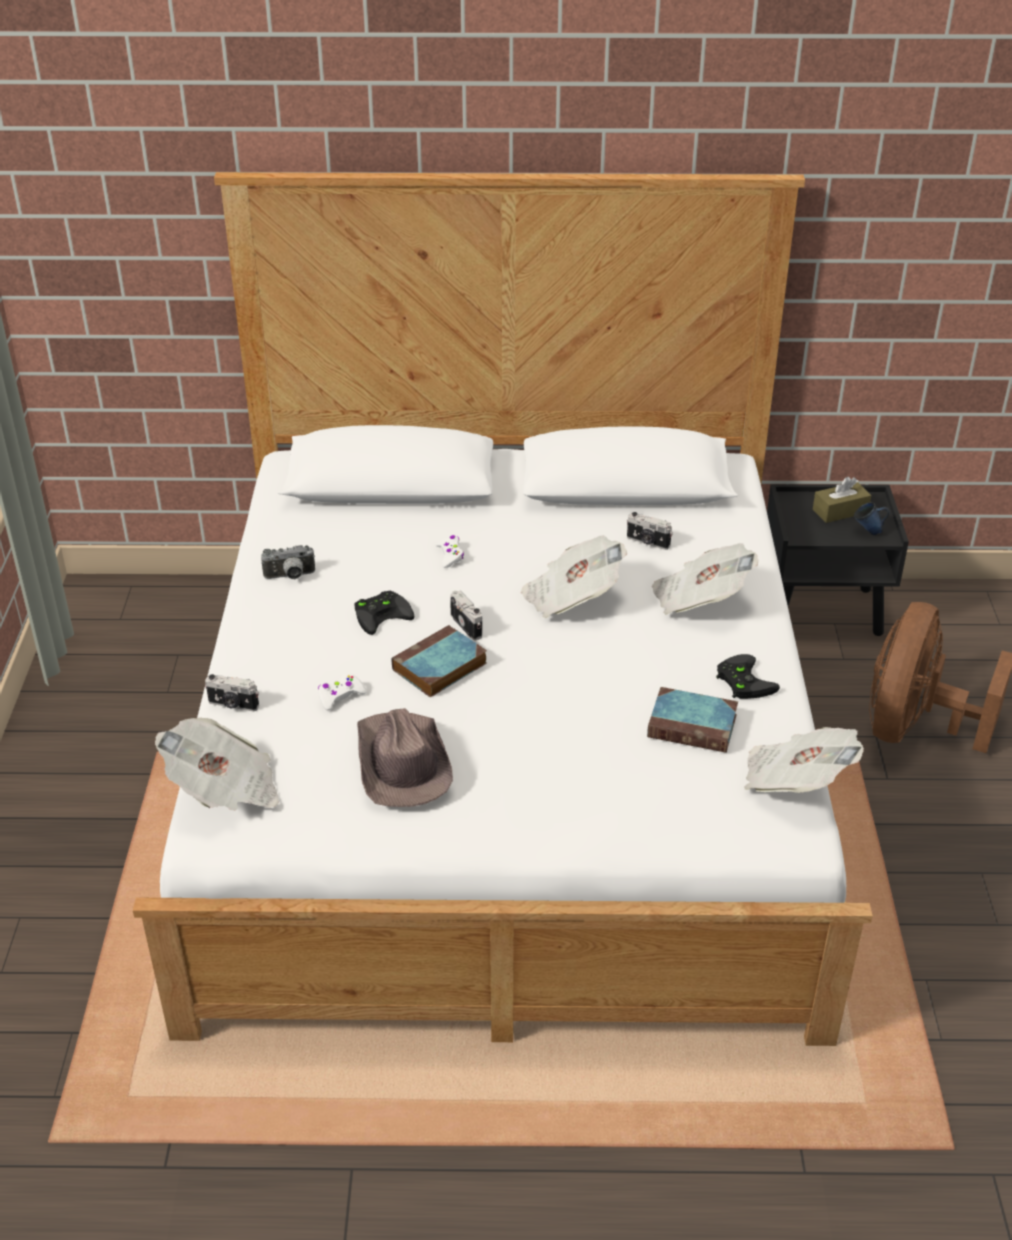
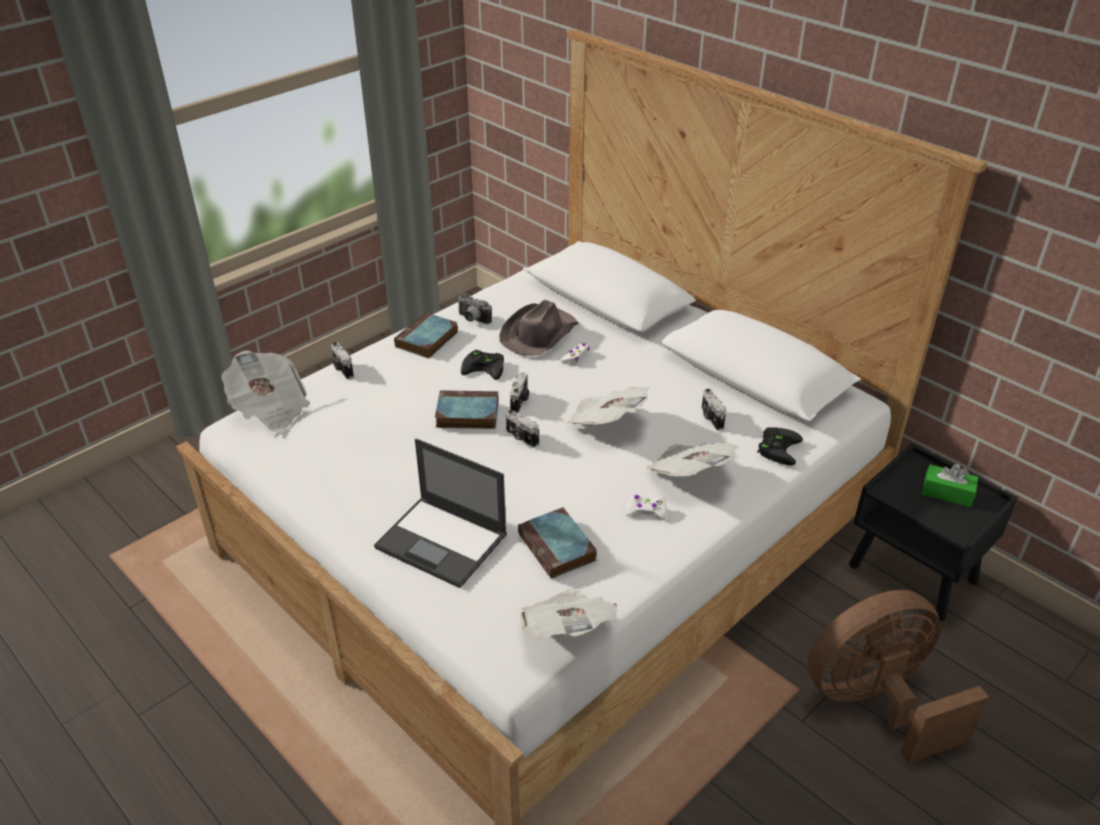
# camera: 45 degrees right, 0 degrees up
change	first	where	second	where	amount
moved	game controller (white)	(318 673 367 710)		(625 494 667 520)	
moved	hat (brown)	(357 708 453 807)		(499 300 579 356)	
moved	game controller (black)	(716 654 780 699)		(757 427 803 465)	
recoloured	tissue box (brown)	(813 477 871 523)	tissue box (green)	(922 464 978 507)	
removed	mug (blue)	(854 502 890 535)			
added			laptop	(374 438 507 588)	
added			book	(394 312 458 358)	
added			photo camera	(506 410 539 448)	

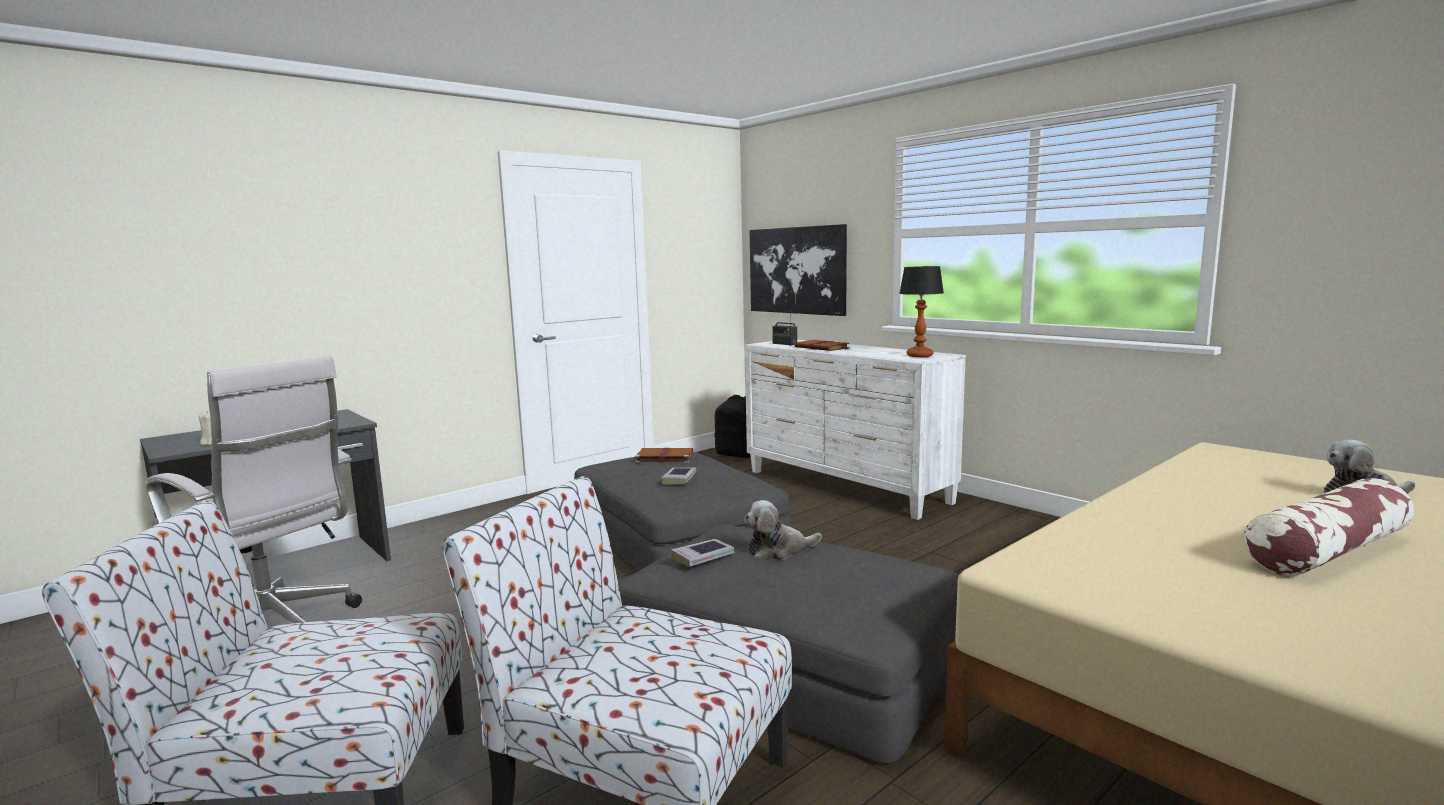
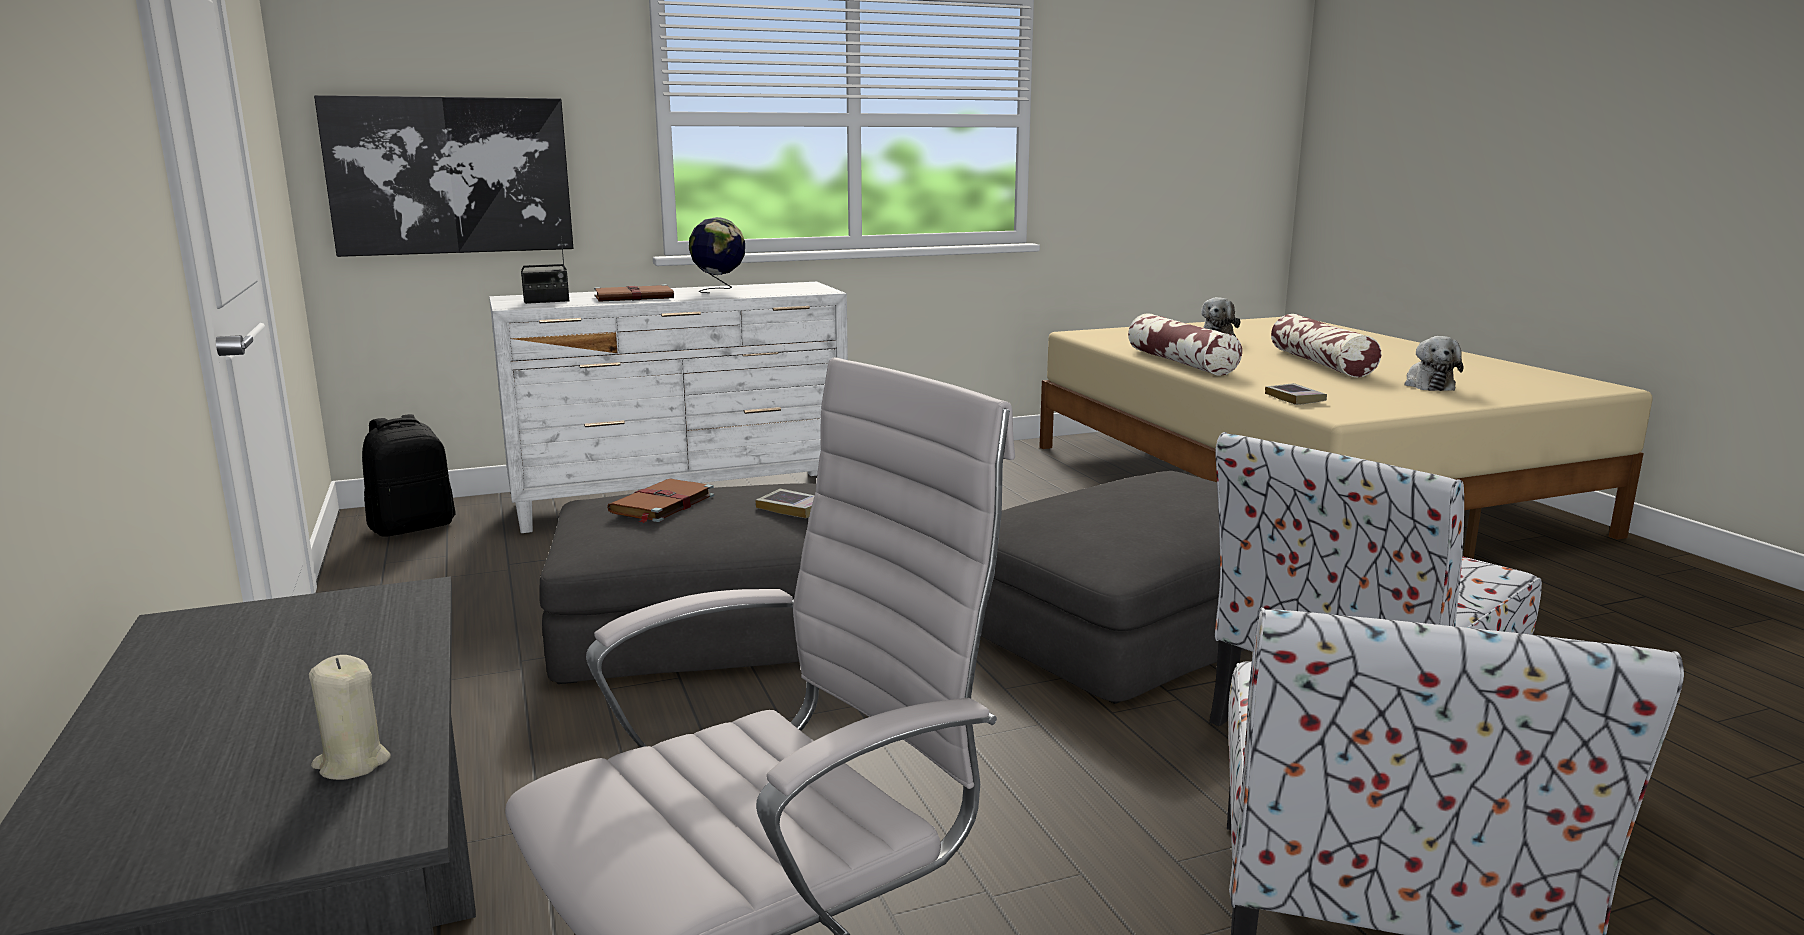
# camera: 70 degrees left, 5 degrees up
change	first	where	second	where	amount
moved	book	(671 539 734 567)		(1265 383 1327 405)	
moved	plush toy	(744 500 822 560)		(1404 336 1463 391)	
removed	table lamp	(899 266 944 357)			
added			globe	(689 217 745 293)	
added			pillow	(1128 313 1242 376)	

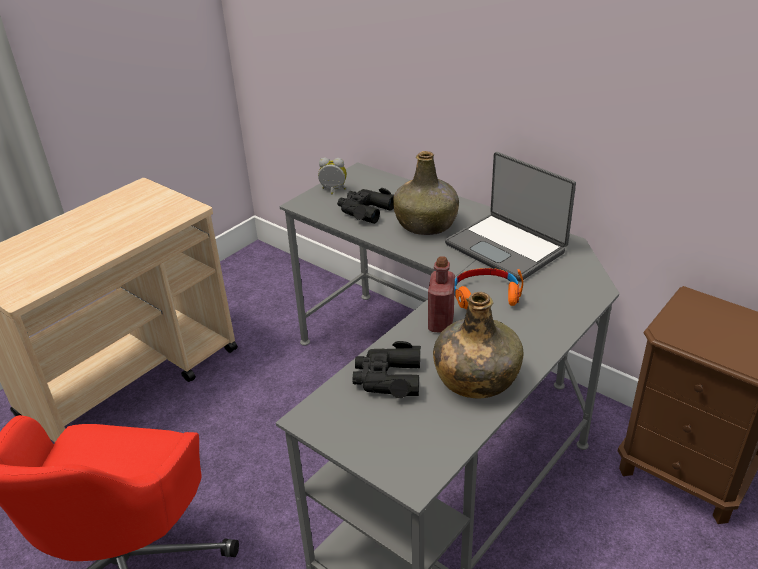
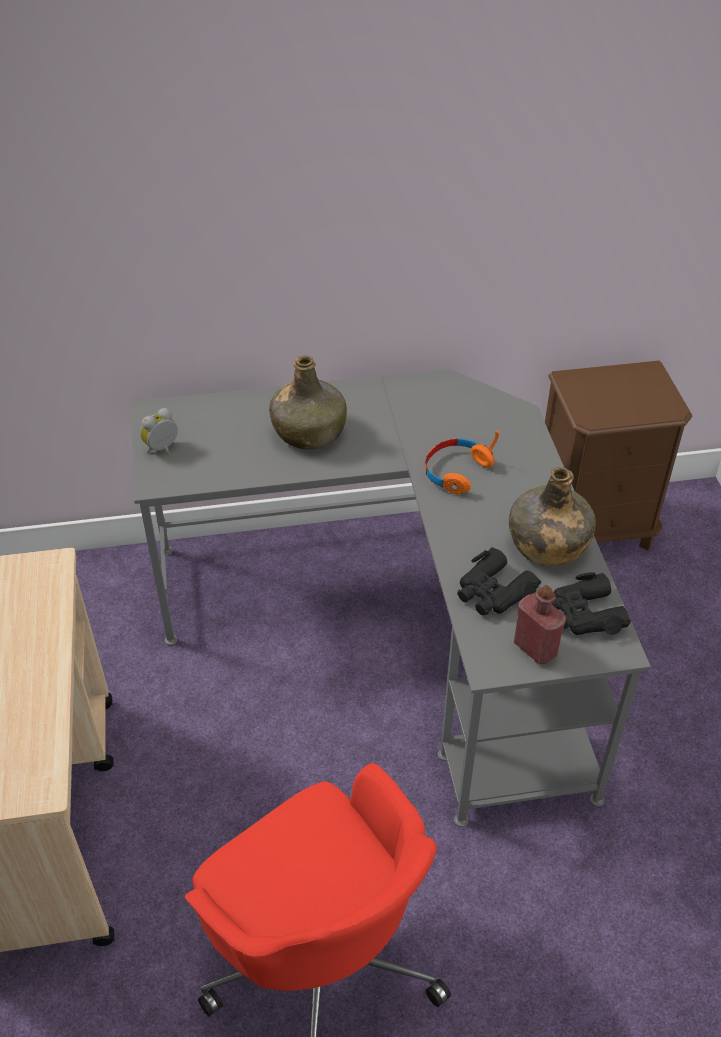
# camera: 50 degrees left, 10 degrees up
change	first	where	second	where	amount
moved	binoculars (black)	(337 188 394 224)		(552 572 631 635)	
moved	bottle (red)	(428 256 455 333)		(514 585 566 664)	
removed	laptop	(445 152 576 282)			

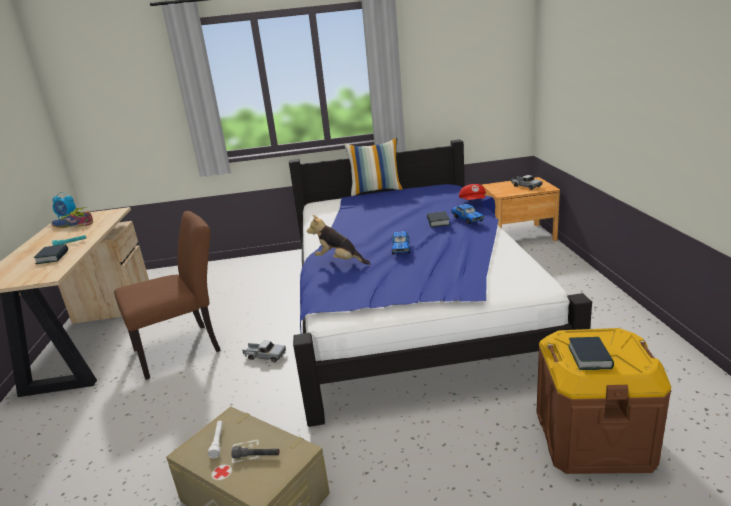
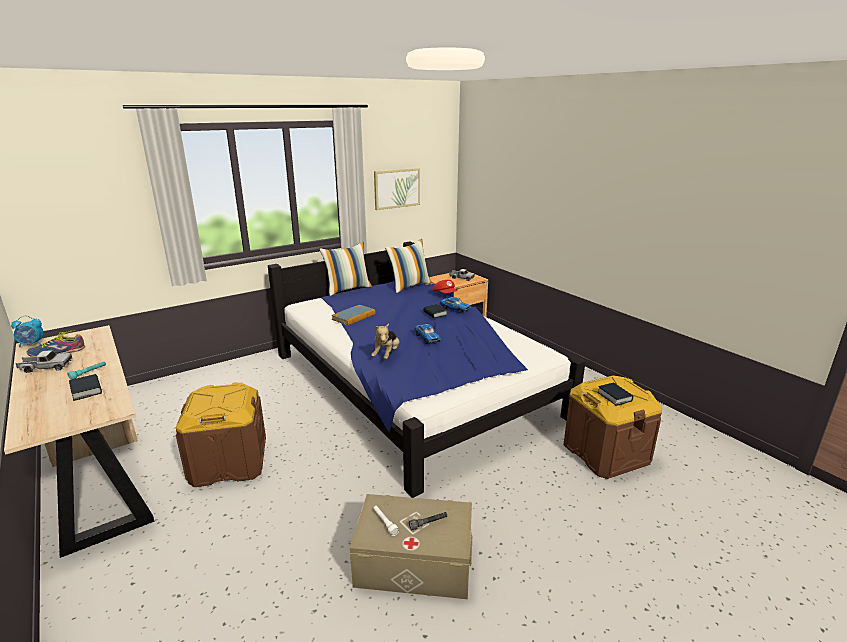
# camera: 30 degrees left, 0 degrees up
change	first	where	second	where	amount
replaced	chair (brown)	(114 211 221 380)	storage box (brown)	(176 382 266 487)	
moved	toy truck	(242 341 286 362)		(15 350 72 373)	
turned	plush toy	(307 215 370 265)		(371 323 400 359)	75 degrees counterclockwise
added			book	(332 305 376 326)	
added			picture	(374 168 420 210)	
added			pillow	(385 239 432 293)	

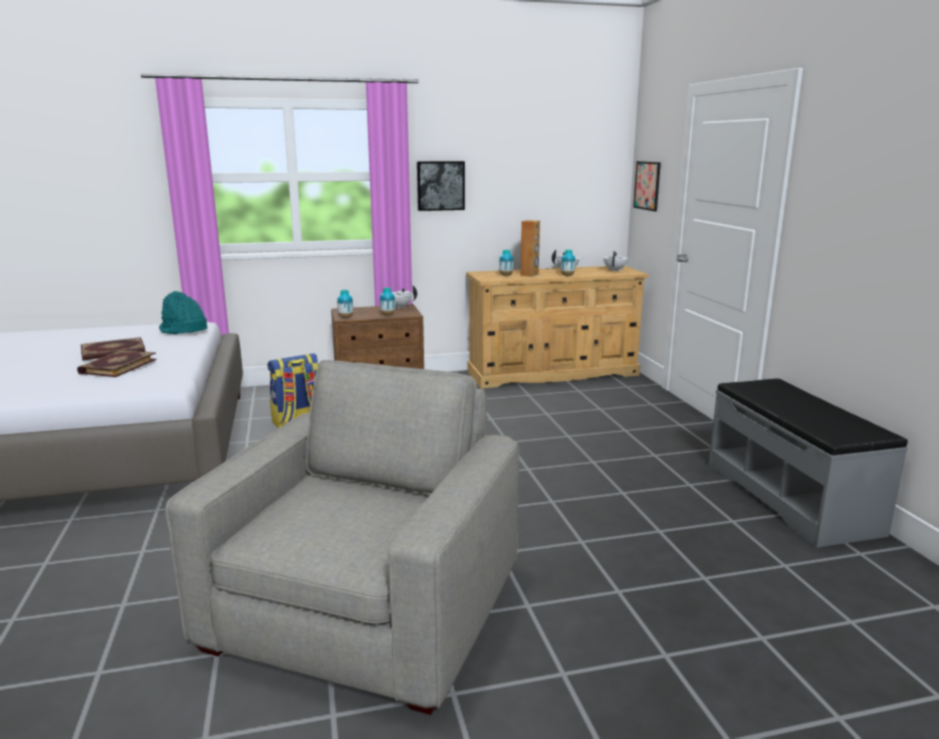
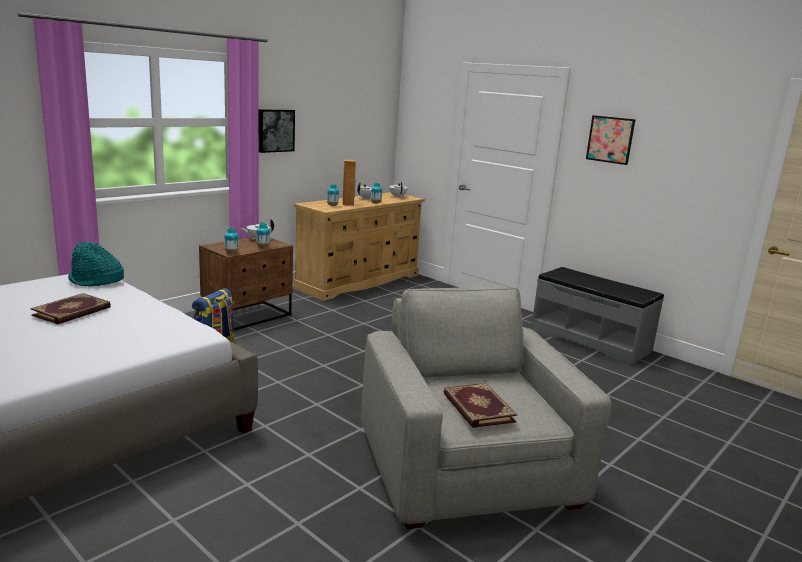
# camera: 35 degrees left, 0 degrees up
change	first	where	second	where	amount
moved	book	(77 350 157 377)		(443 383 518 428)	
moved	picture	(633 161 661 211)		(586 115 636 165)	

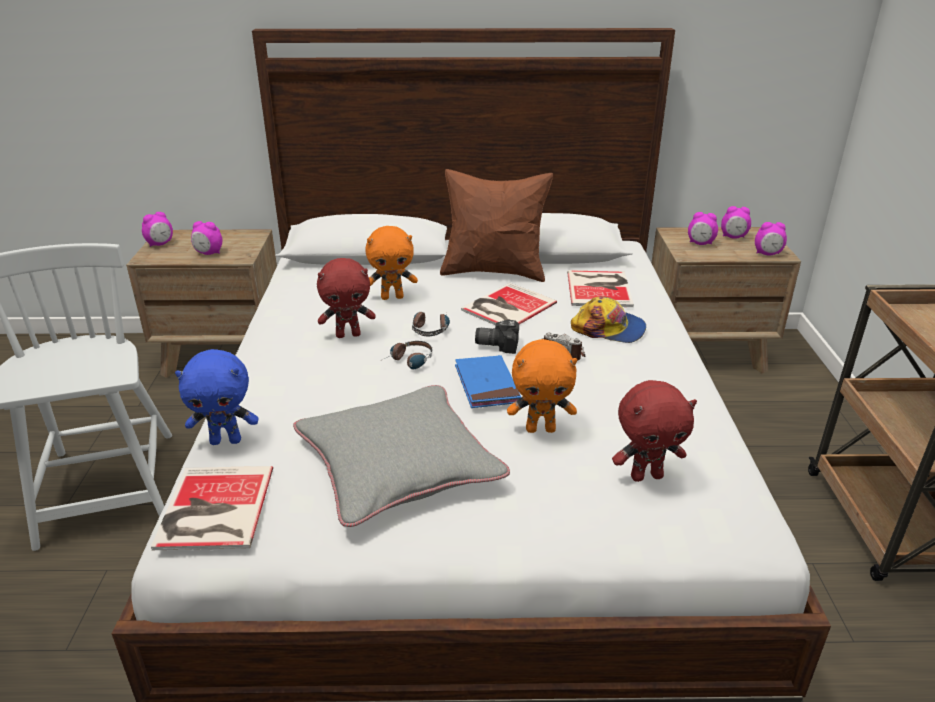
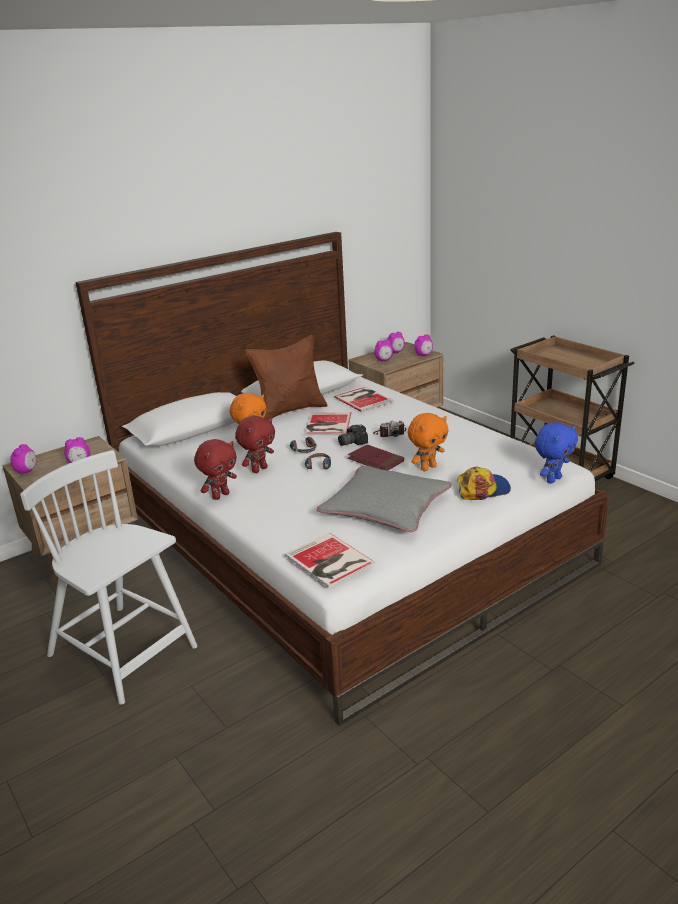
# camera: 35 degrees left, 5 degrees down
change	first	where	second	where	amount
moved	plush toy (blue)	(175 349 259 445)		(535 422 578 484)	
recoloured	book (blue)	(455 355 521 408)	book (red)	(348 444 404 471)	
moved	cap	(571 296 646 343)		(457 467 511 500)	
moved	plush toy (red)	(612 380 697 482)		(194 439 237 500)	

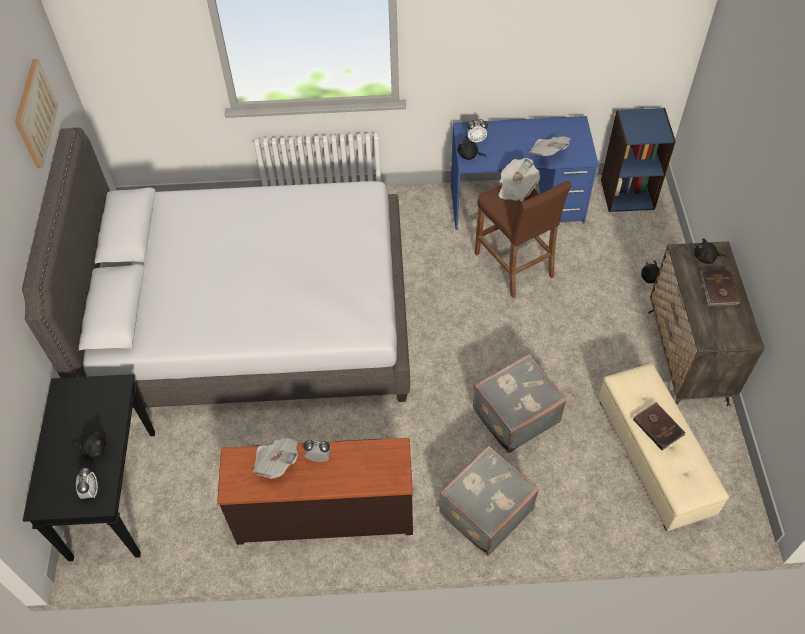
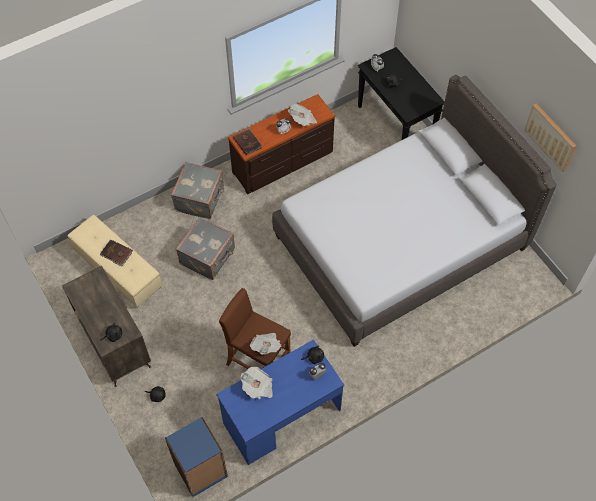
# camera: 150 degrees right, 5 degrees up
change	first	where	second	where	amount
moved	book (brown)	(700 269 741 306)		(233 129 262 155)	

